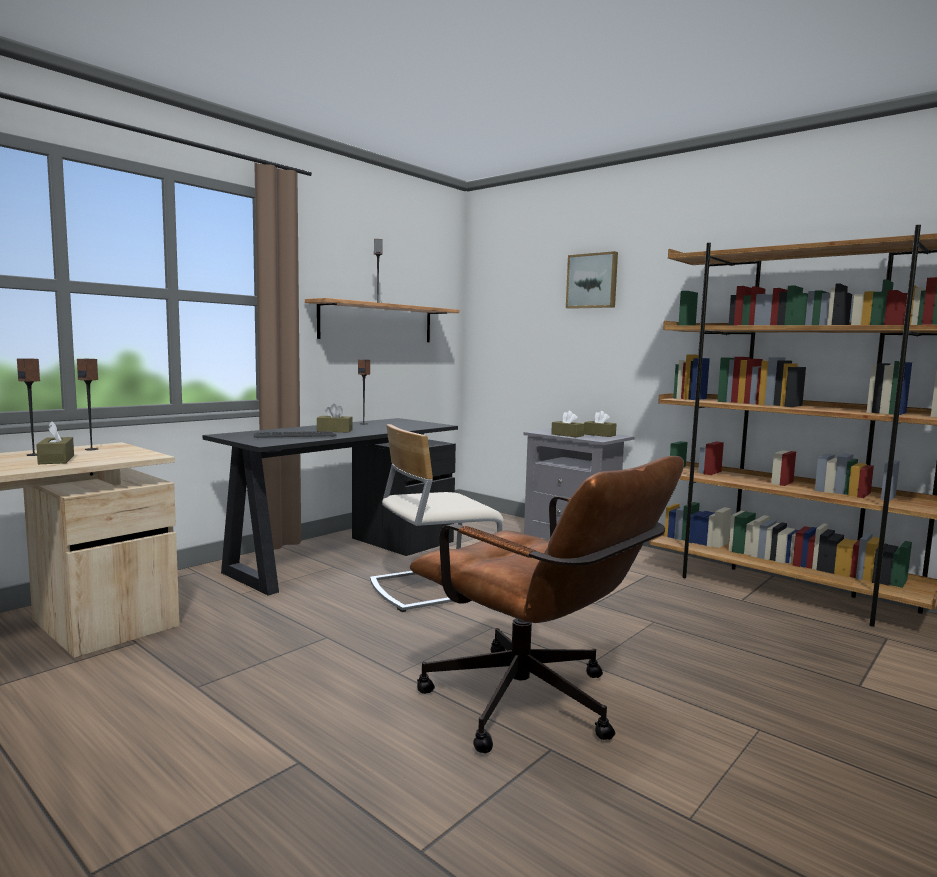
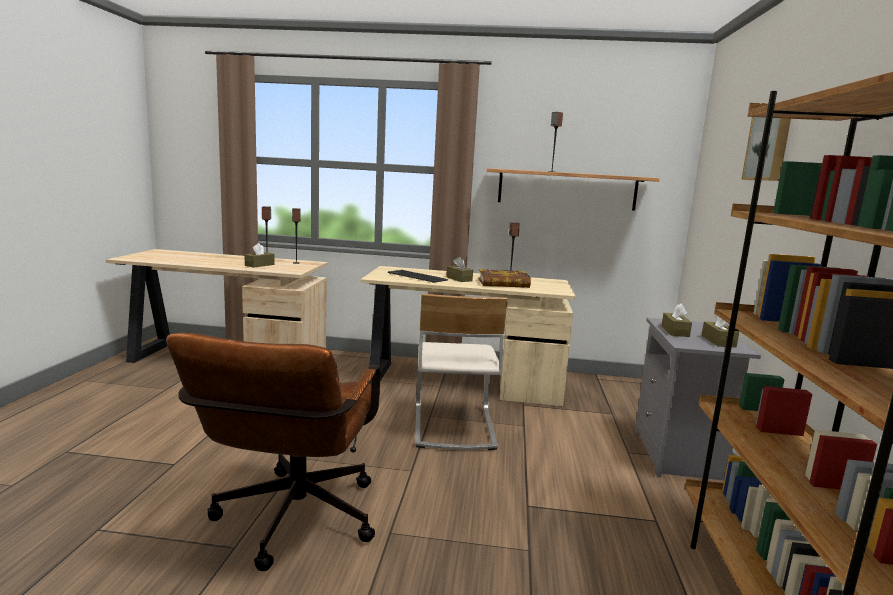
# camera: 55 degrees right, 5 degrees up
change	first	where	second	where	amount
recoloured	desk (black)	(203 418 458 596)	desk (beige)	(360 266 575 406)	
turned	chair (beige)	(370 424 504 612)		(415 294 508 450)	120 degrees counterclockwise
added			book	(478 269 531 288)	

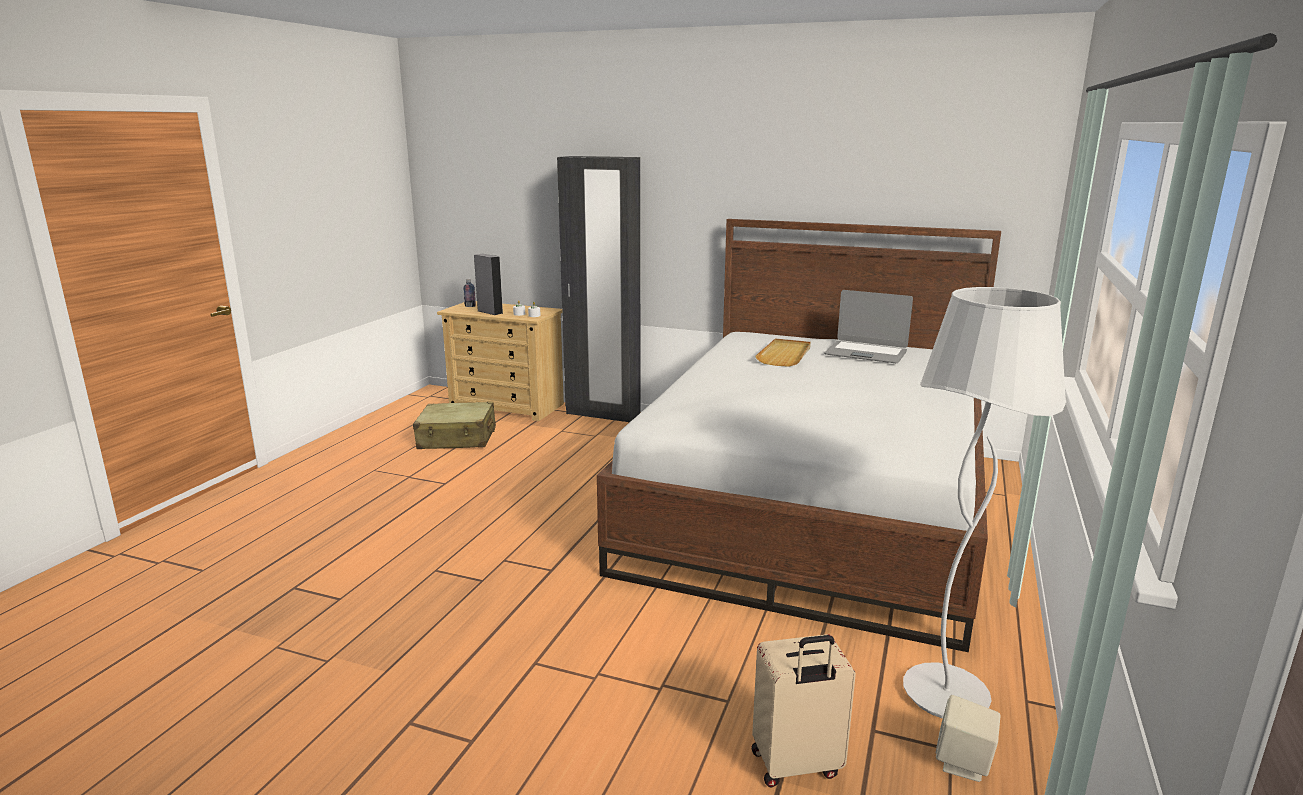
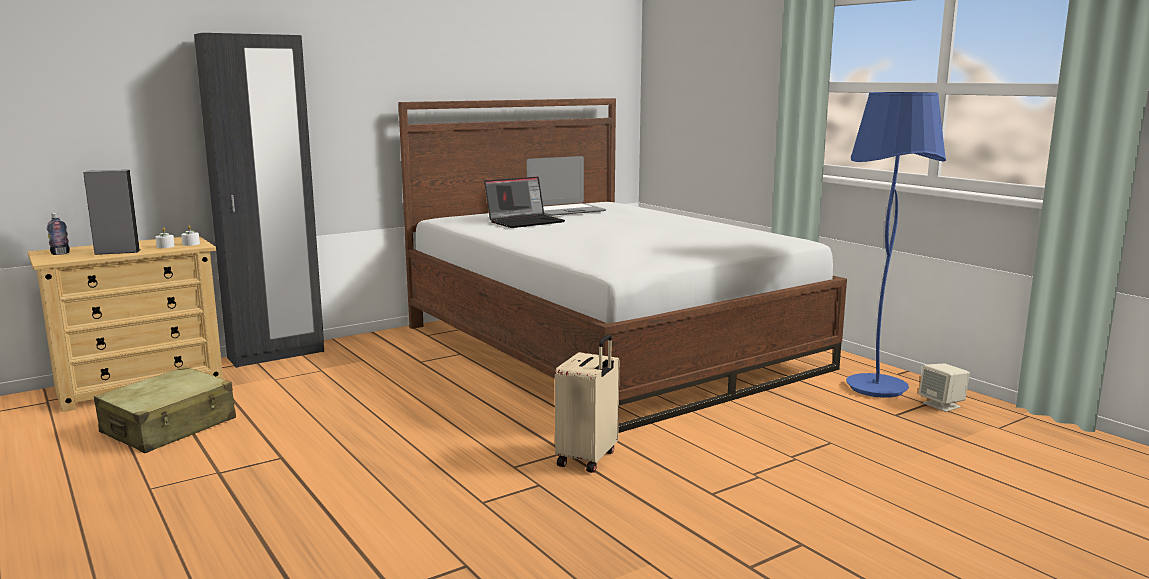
# camera: 55 degrees left, 5 degrees down
change	first	where	second	where	amount
moved	suitcase (beige)	(751 634 856 787)		(555 334 619 473)	
replaced	tray (beige)	(755 339 811 367)	laptop	(484 176 565 228)	
recoloured	floor lamp (white)	(903 287 1066 719)	floor lamp (blue)	(846 92 946 398)	

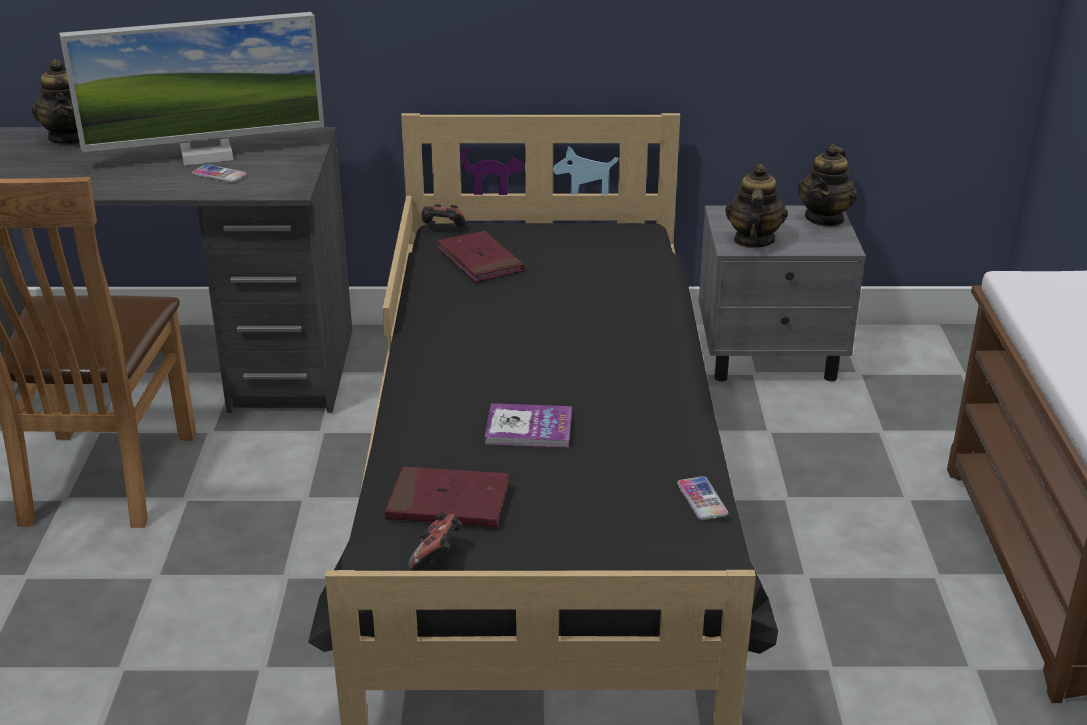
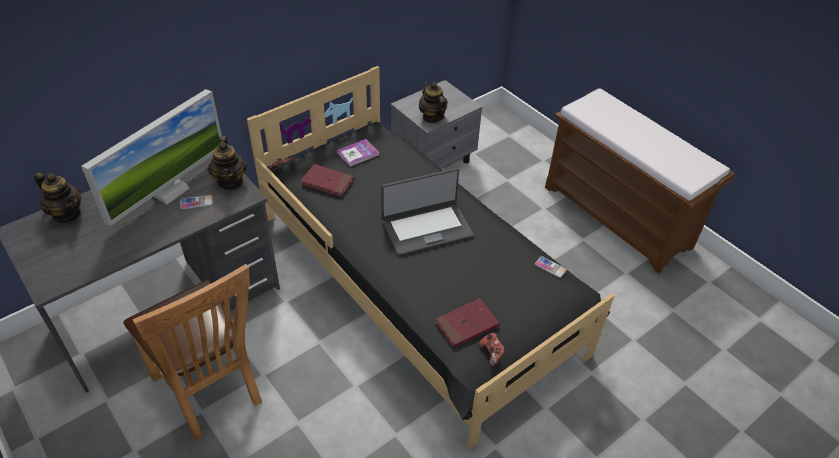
# camera: 40 degrees left, 15 degrees up
change	first	where	second	where	amount
moved	book	(485 403 572 447)		(337 139 379 167)	
moved	teapot	(798 144 857 227)		(207 136 247 190)	
added			laptop	(381 168 474 256)	

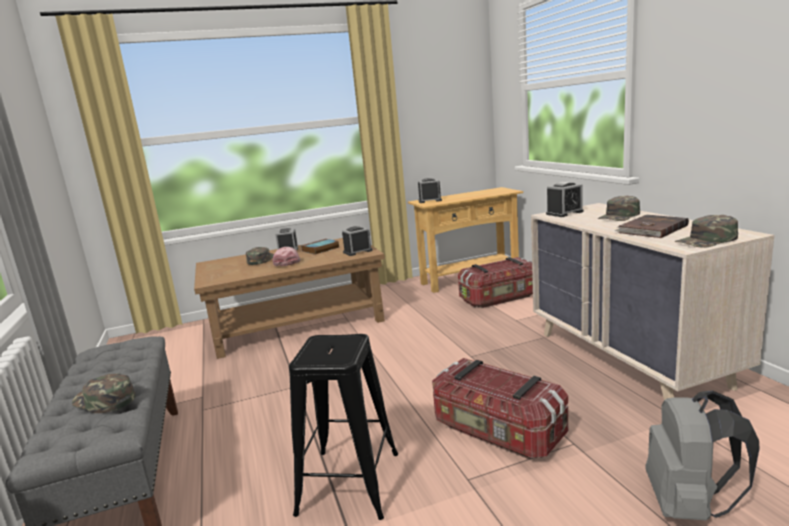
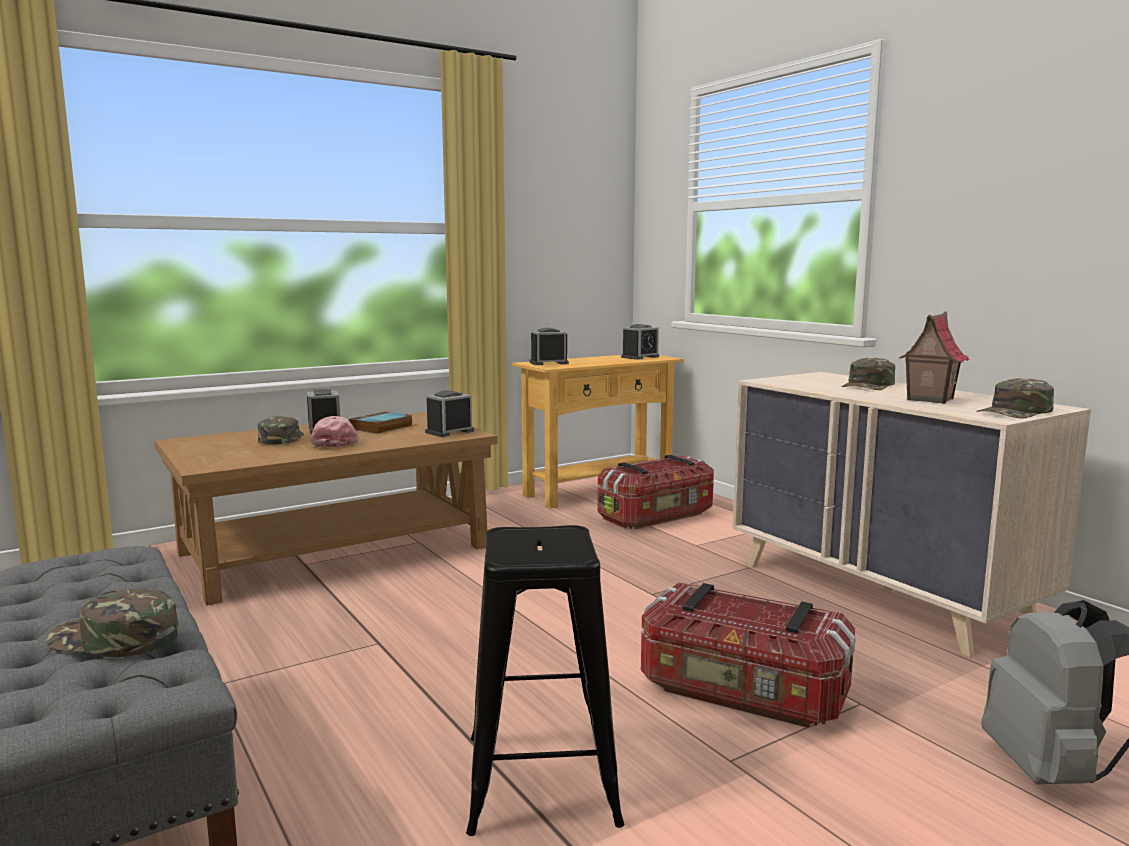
# camera: 15 degrees left, 5 degrees down
change	first	where	second	where	amount
moved	alarm clock	(546 182 584 217)		(621 324 659 360)	
replaced	book (brown)	(615 215 689 238)	toy house	(899 312 970 404)	

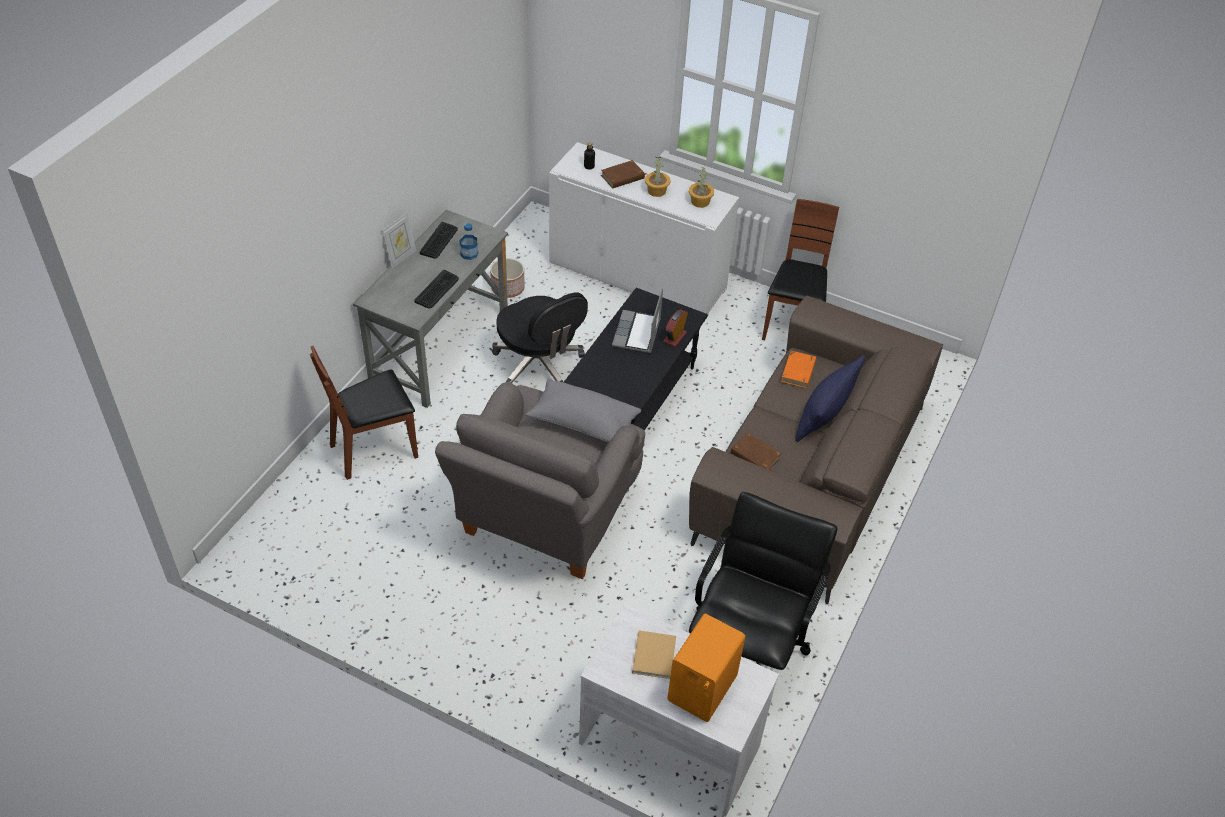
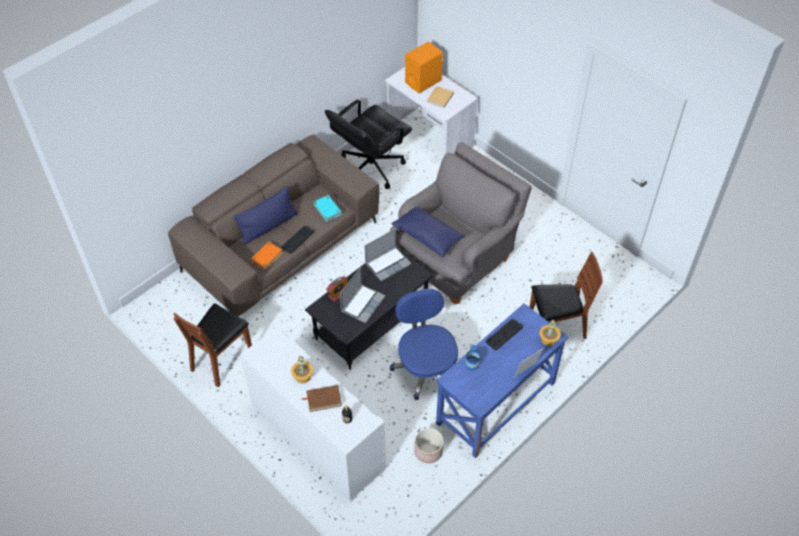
# camera: 160 degrees left, 5 degrees up
change	first	where	second	where	amount
recoloured	desk (grey)	(353 210 508 408)	desk (blue)	(436 303 568 458)	
moved	keyboard	(420 222 458 259)		(281 226 314 254)	
recoloured	office chair (black)	(492 293 588 383)	office chair (blue)	(390 289 458 400)	
recoloured	pillow (grey)	(526 379 641 443)	pillow (blue)	(392 207 465 258)	
moved	potted plant	(689 167 714 208)		(539 319 561 346)	
recoloured	book (brown)	(731 433 782 471)	book (turquoise)	(314 195 342 222)	
added			laptop	(365 229 412 281)	

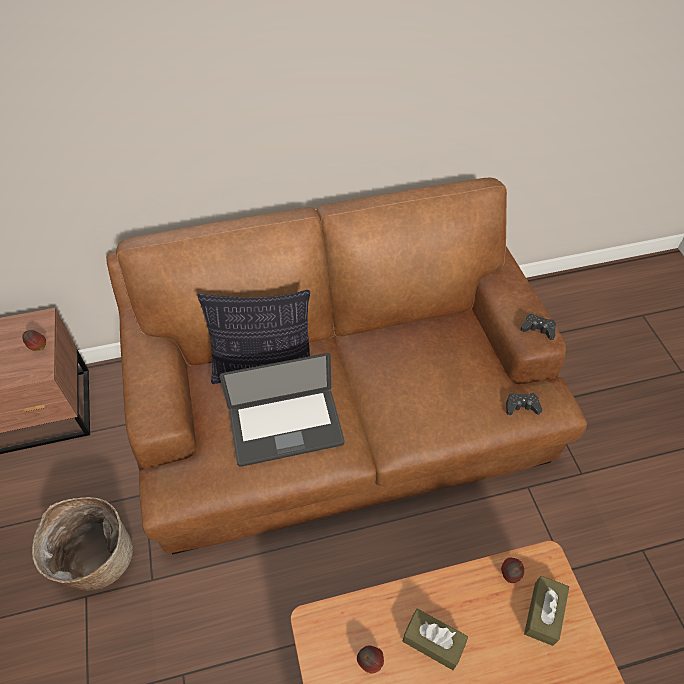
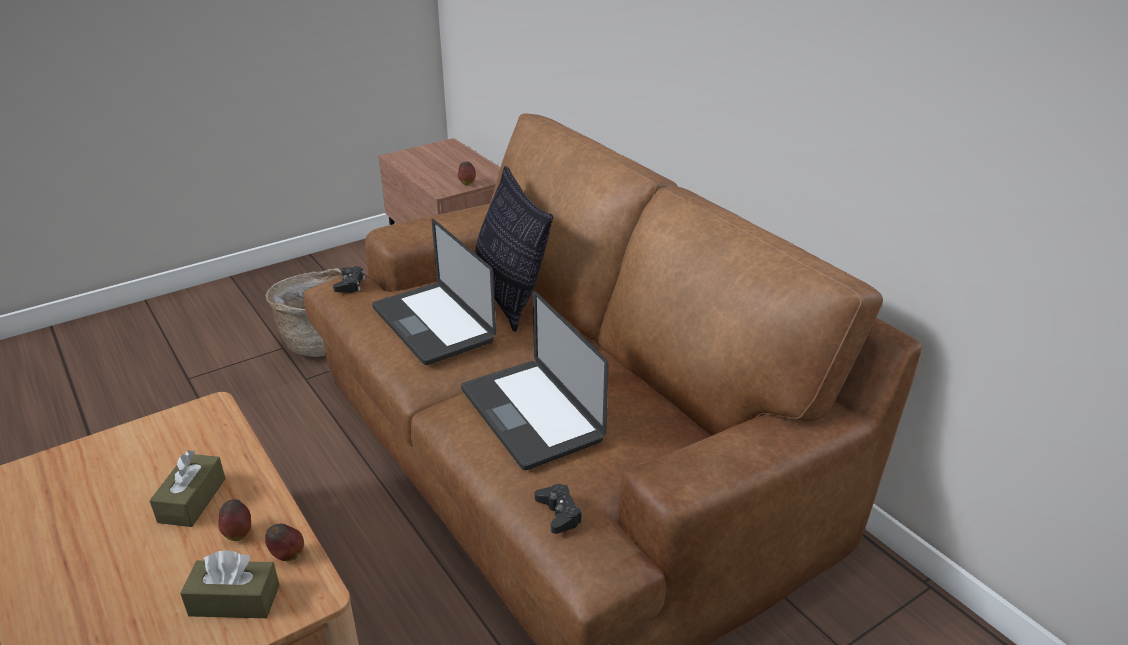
# camera: 70 degrees right, 20 degrees down
change	first	where	second	where	amount
moved	apple	(357 645 384 673)		(218 499 251 541)	
moved	game controller (black)	(521 313 556 340)		(333 266 365 293)	
added			laptop	(461 291 608 470)	

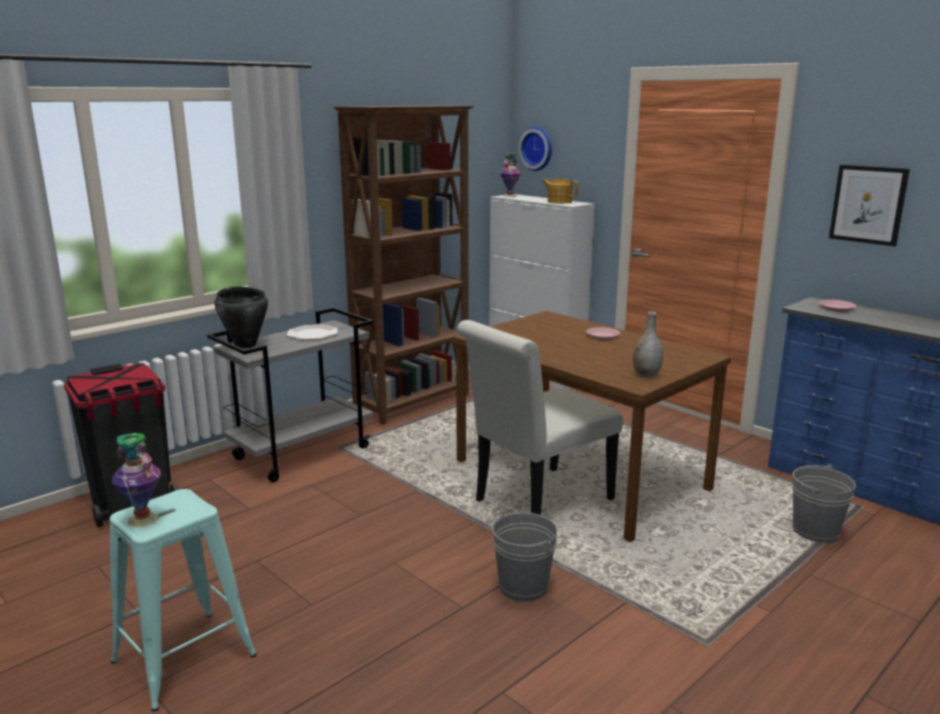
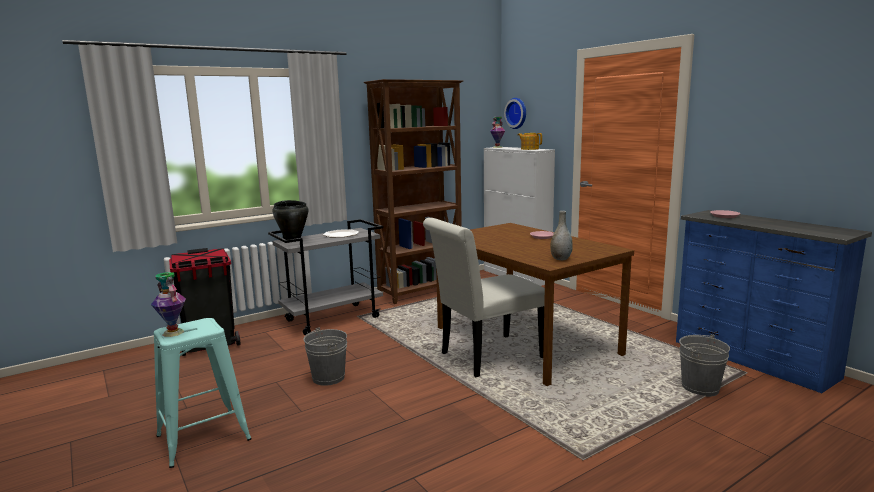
# camera: 10 degrees right, 5 degrees down
change	first	where	second	where	amount
moved	bucket (grey)	(492 511 558 602)		(303 327 347 386)	
removed	picture	(829 165 910 246)			

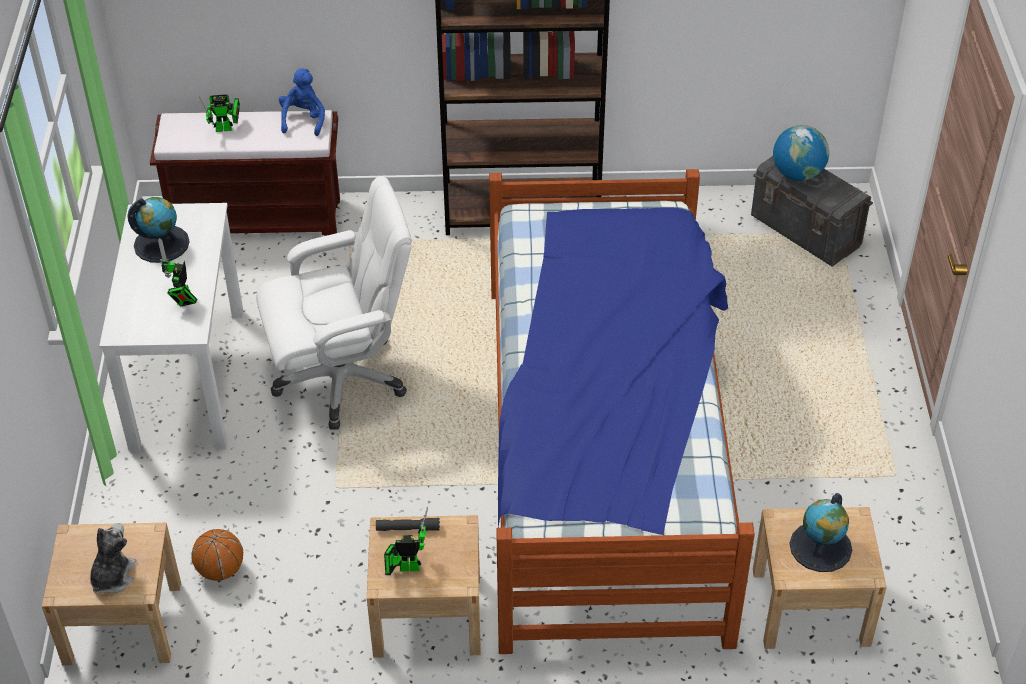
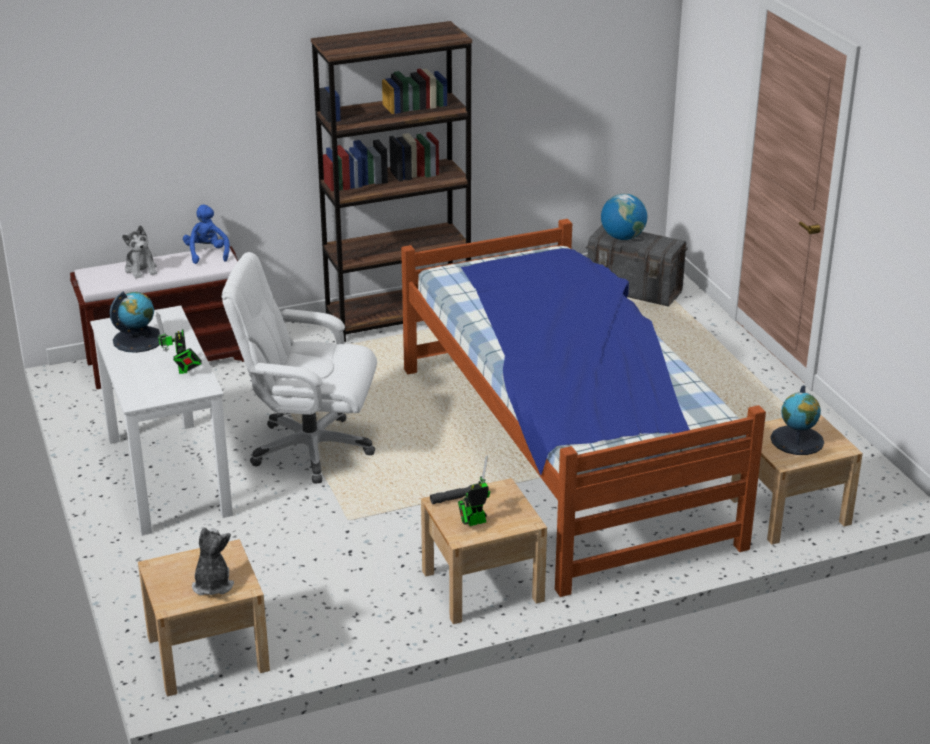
# camera: 20 degrees left, 15 degrees down
change	first	where	second	where	amount
removed	basketball	(191 529 243 581)			
replaced	toy robot	(199 94 240 132)	plush toy	(122 225 157 279)	
turned	office chair (white)	(256 176 412 430)		(222 252 377 484)	135 degrees counterclockwise

